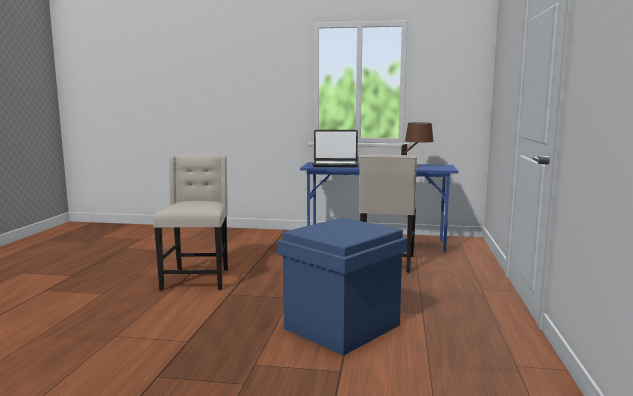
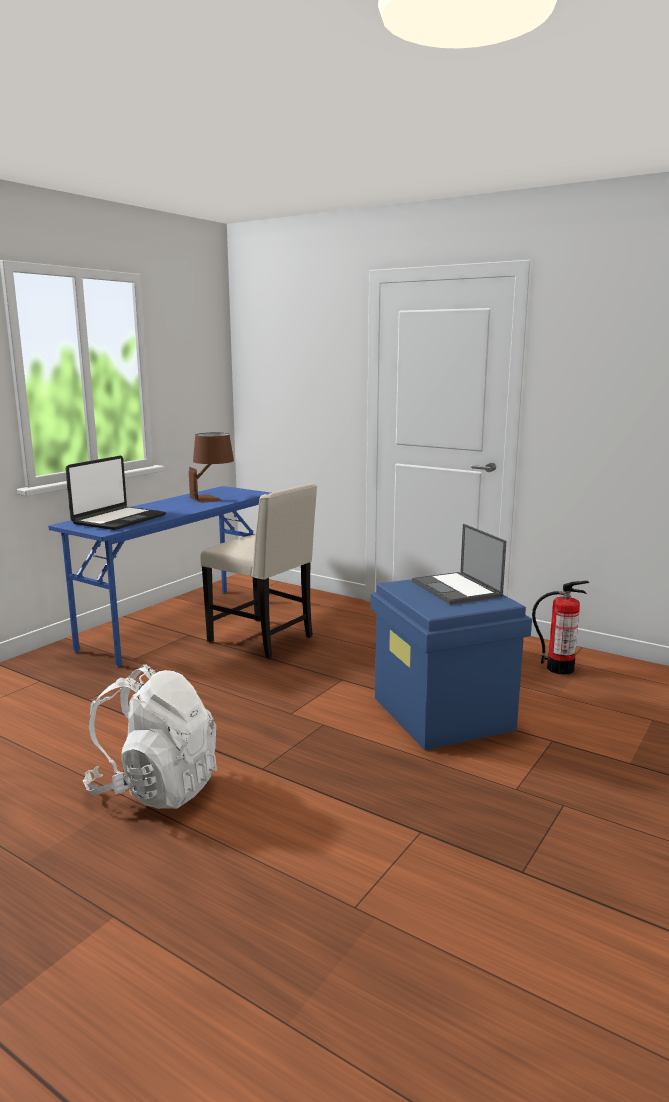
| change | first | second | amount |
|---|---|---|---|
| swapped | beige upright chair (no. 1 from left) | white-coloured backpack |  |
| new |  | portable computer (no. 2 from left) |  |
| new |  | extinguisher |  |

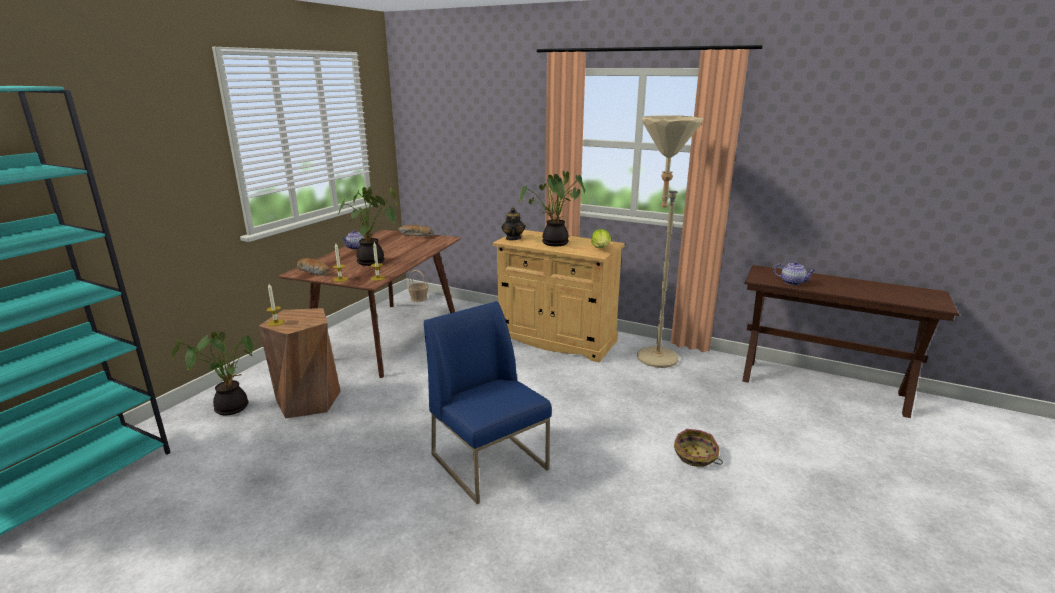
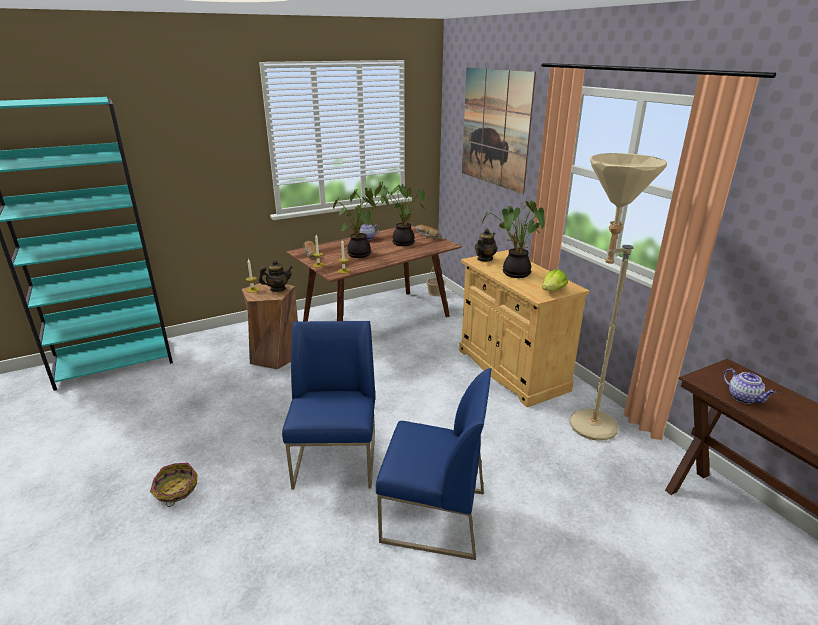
| change | first | second | amount |
|---|---|---|---|
| shifted | household basket (no. 2 from left in the first image) | household basket (no. 1 from left) |  |
| new |  | pot for tea (no. 1 from left) |  |
| shifted | plant in a pot (no. 1 from left in the first image) | plant in a pot (no. 2 from left) |  |
| new |  | blue-coloured upright chair (no. 2 from left) |  |
| new |  | wall art |  |

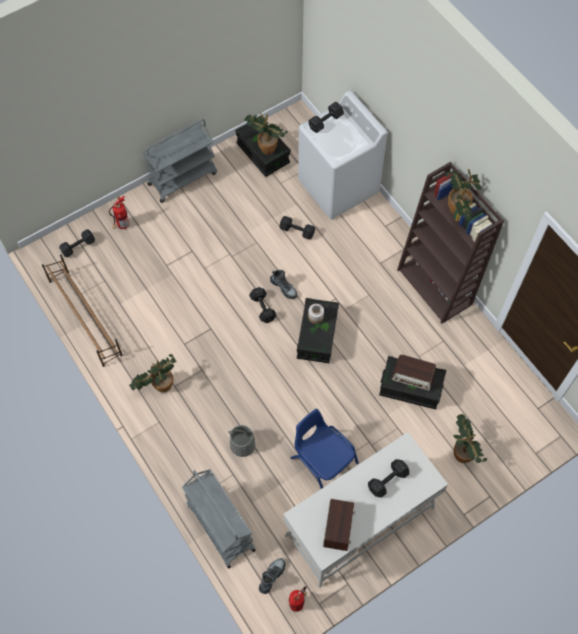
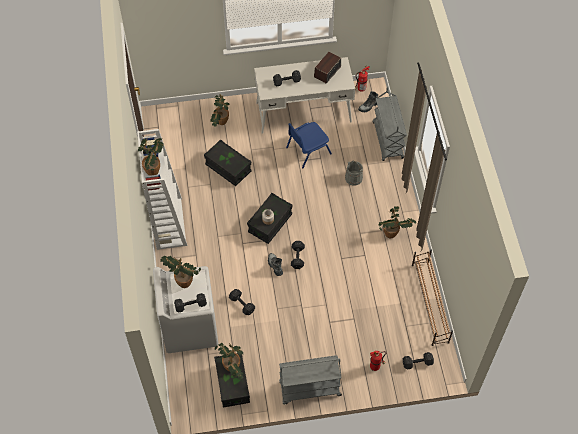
| change | first | second | amount |
|---|---|---|---|
| repainted | brown bookshelf | white-coloured bookshelf |  |
| new |  | plant in a pot (no. 2 from left) |  |
| rotated | blue-coloured upright chair |  | 75 degrees clockwise |
| gone | radio receiver (no. 2 from left) |  |  |

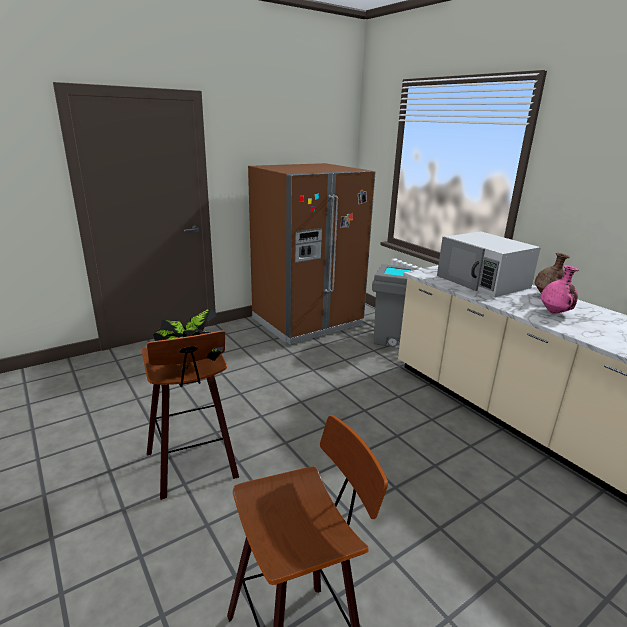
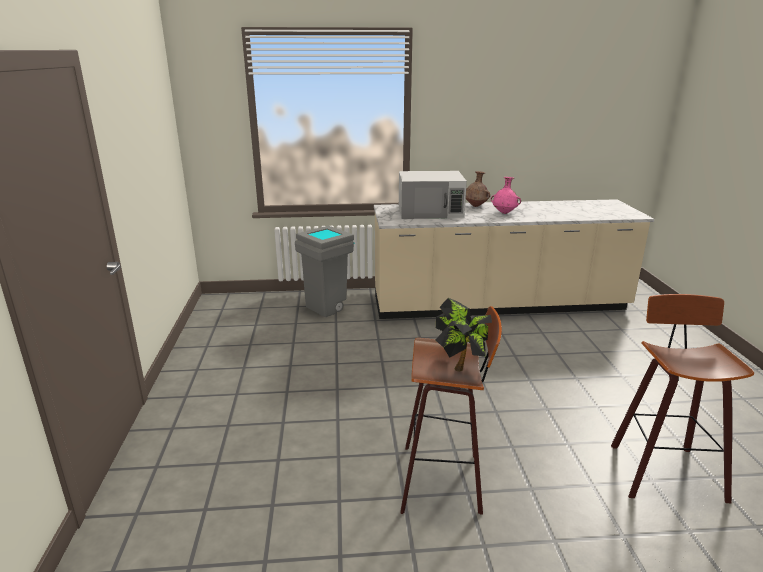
| change | first | second | amount |
|---|---|---|---|
| gone | brown kitchen fridge |  |  |

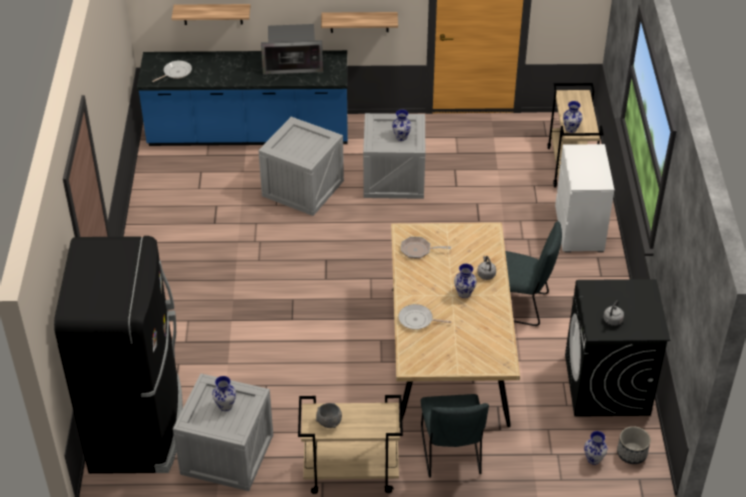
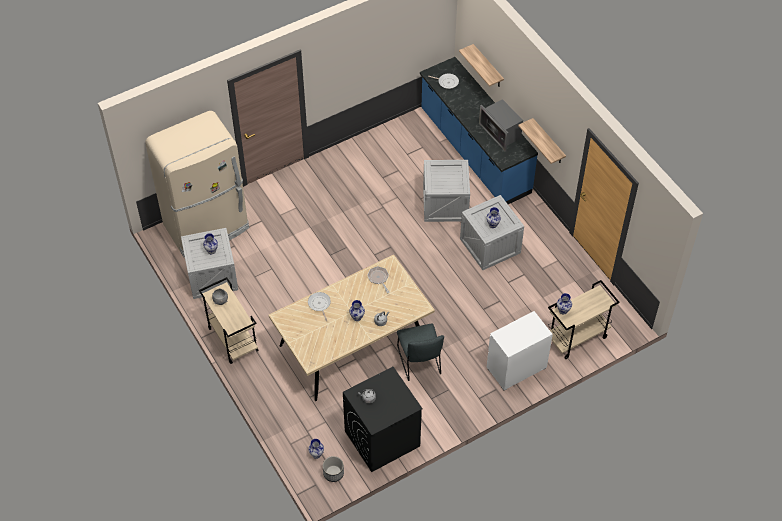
| change | first | second | amount |
|---|---|---|---|
| repainted | black-coloured kitchen fridge | beige kitchen fridge |  |
| gone | greyish upright chair (no. 1 from left) |  |  |

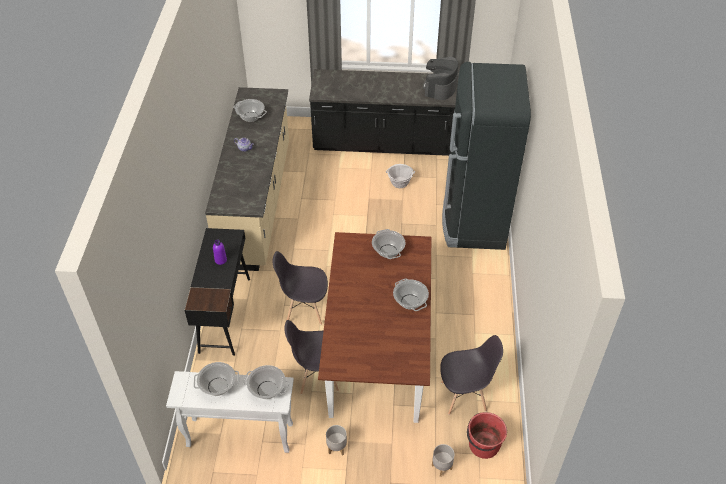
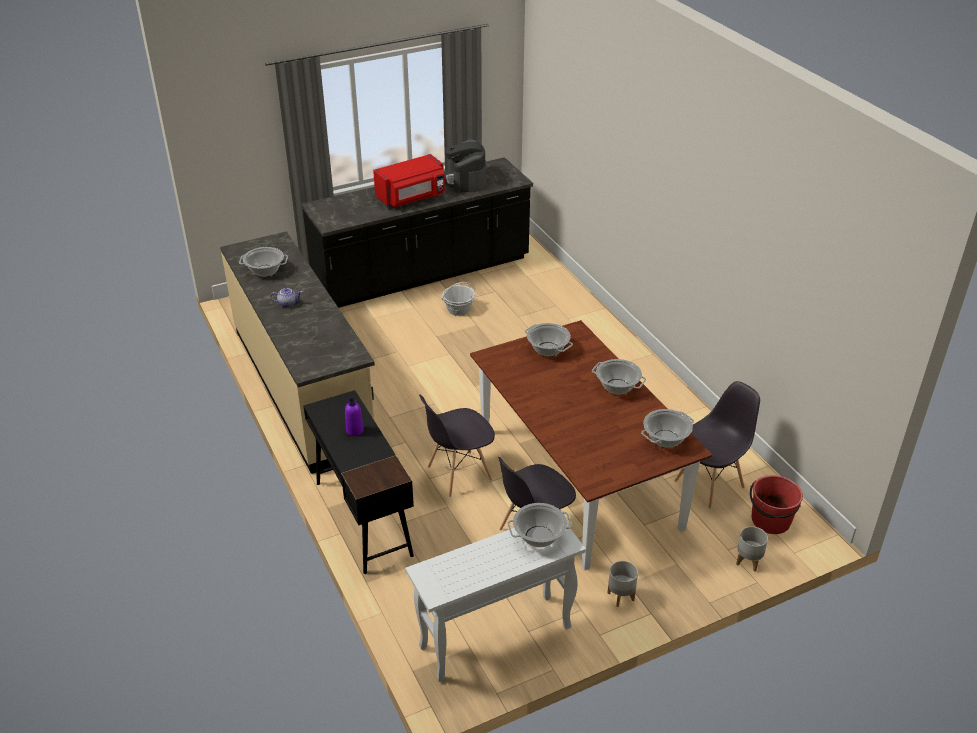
| change | first | second | amount |
|---|---|---|---|
| new |  | red microwave oven |  |
| shifted | cooking pot (no. 1 from left in the first image) | cooking pot (no. 5 from left) |  |
| gone | black-coloured kitchen fridge |  |  |

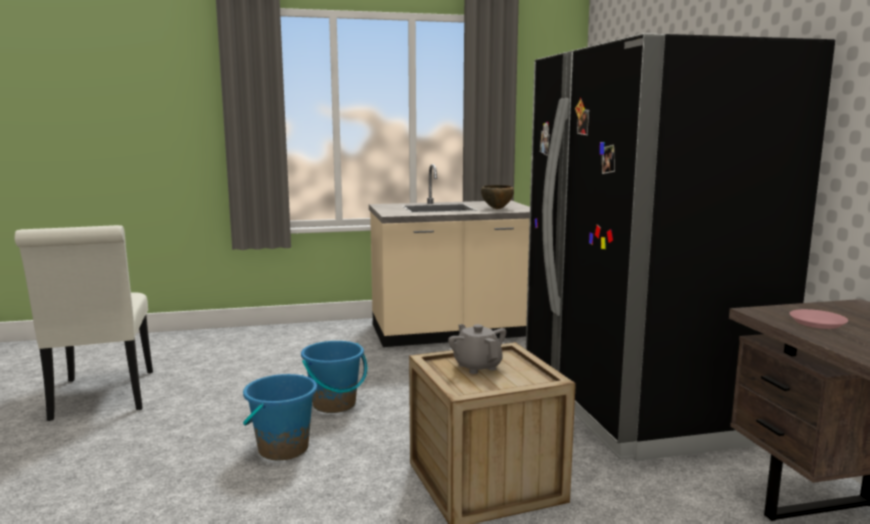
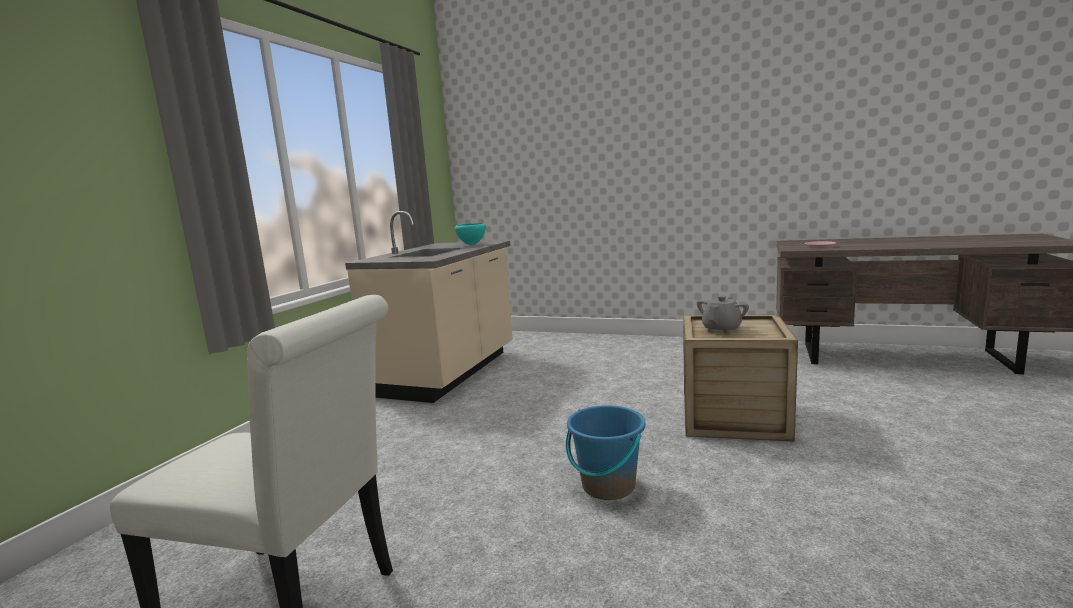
| change | first | second | amount |
|---|---|---|---|
| repainted | brown deep dish | blue-green deep dish |  |
| rotated | greyish pot for tea |  | 120 degrees clockwise |
| gone | blue-coloured water bucket (no. 2 from left) |  |  |
| gone | black-coloured kitchen fridge |  |  |

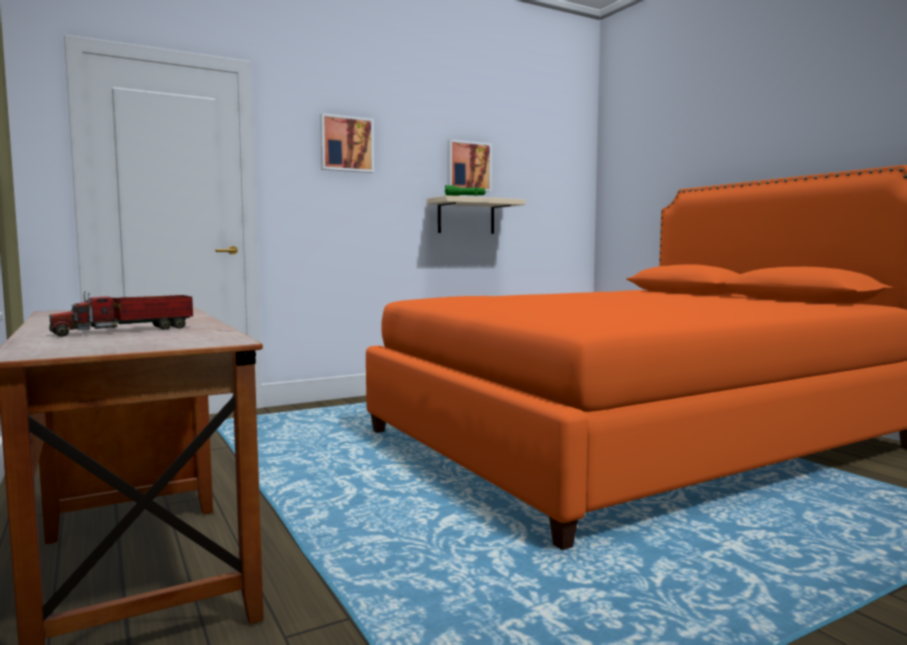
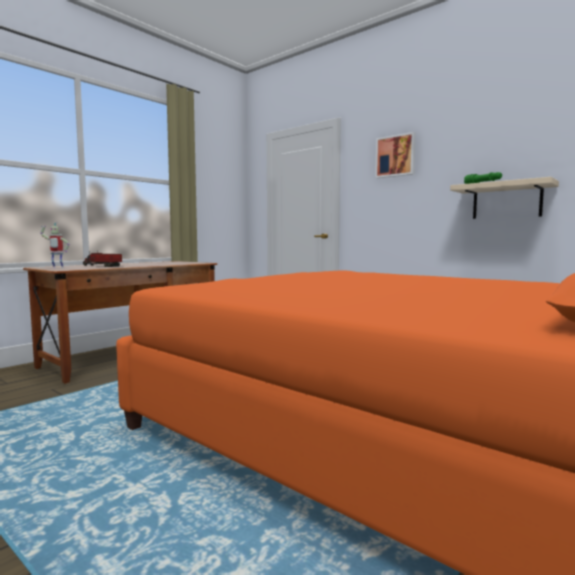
| change | first | second | amount |
|---|---|---|---|
| new |  | robot figure |  |
| gone | wall art (no. 2 from left) |  |  |

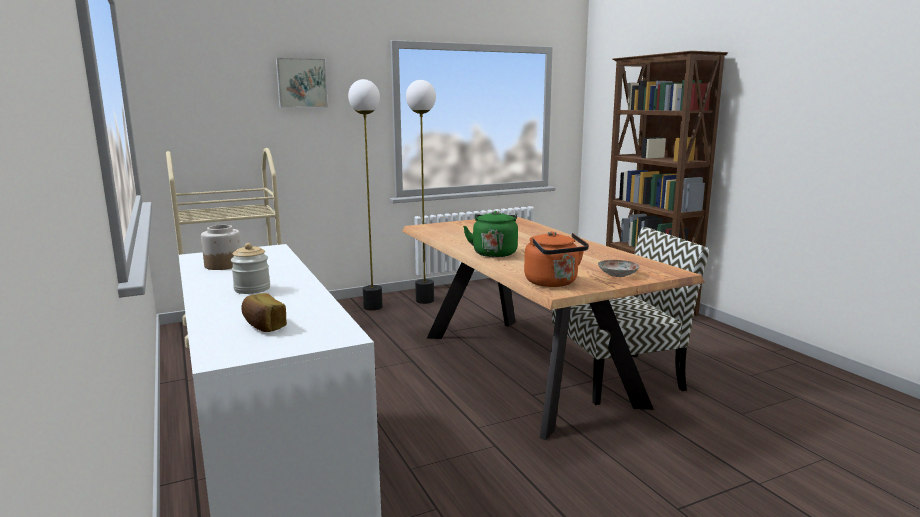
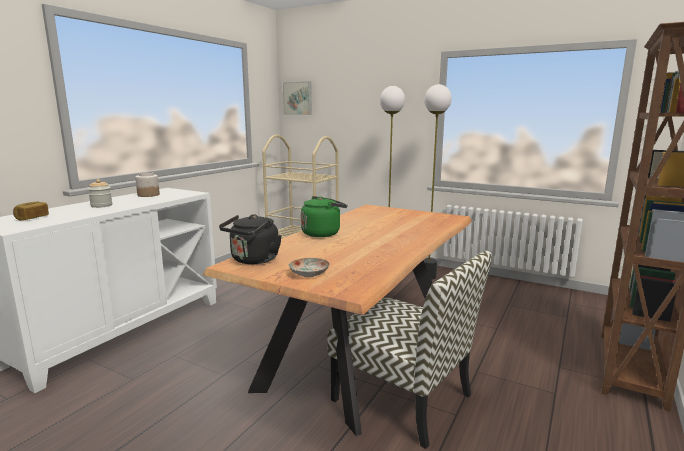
| change | first | second | amount |
|---|---|---|---|
| repainted | orange-coloured tea kettle | black-coloured tea kettle |  |
| shifted | wall art |  |  |

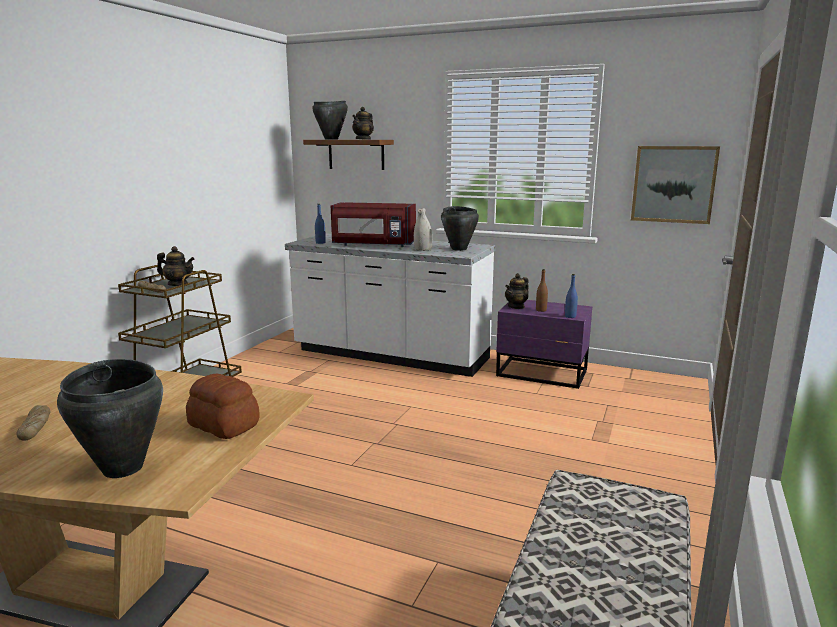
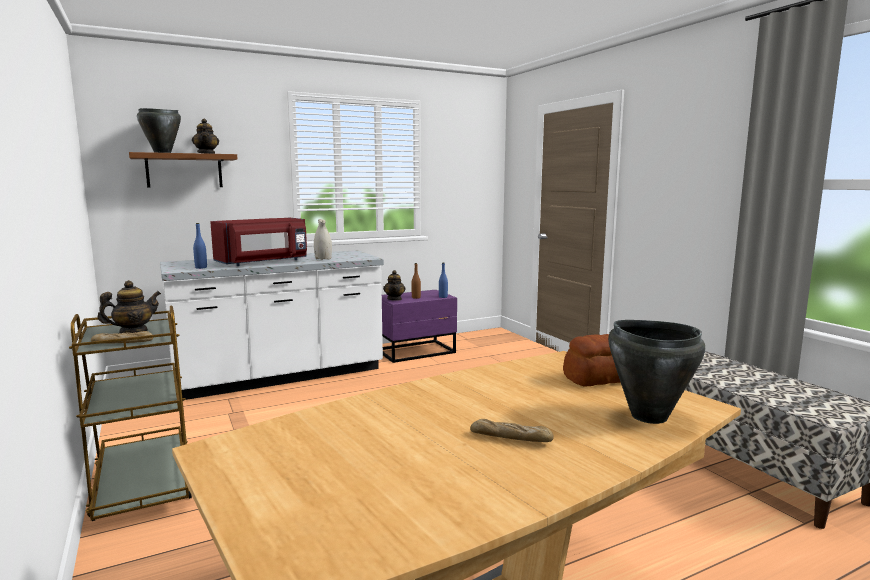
| change | first | second | amount |
|---|---|---|---|
| gone | black-coloured cooking pot (no. 3 from left) |  |  |
| gone | wall art |  |  |

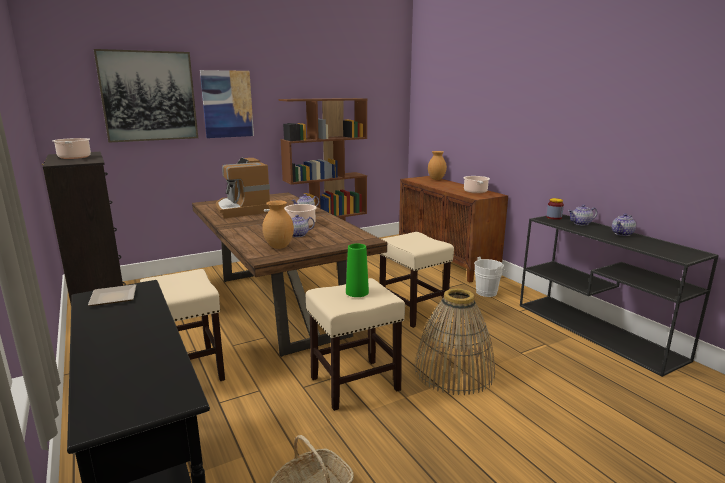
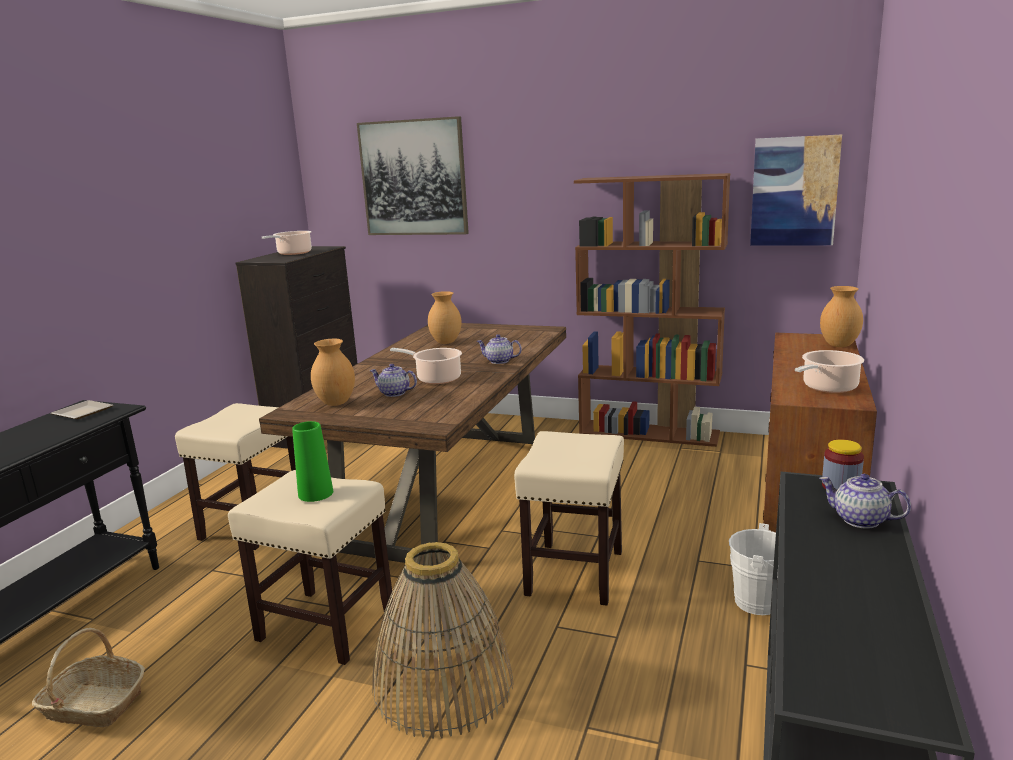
| change | first | second | amount |
|---|---|---|---|
| swapped | coffee maker | brown flower vase (no. 2 from left) |  |
| shifted | wall art (no. 2 from left) |  |  |
| gone | pot for tea (no. 4 from left) |  |  |

